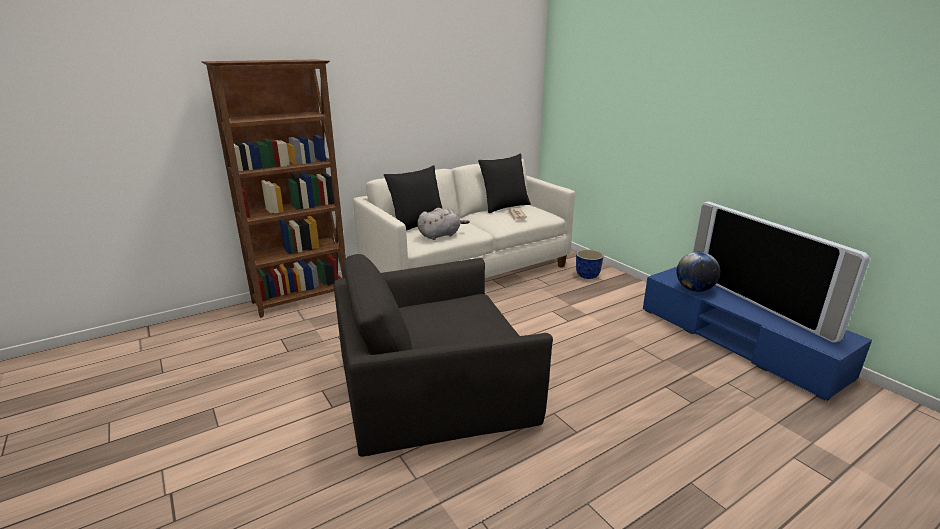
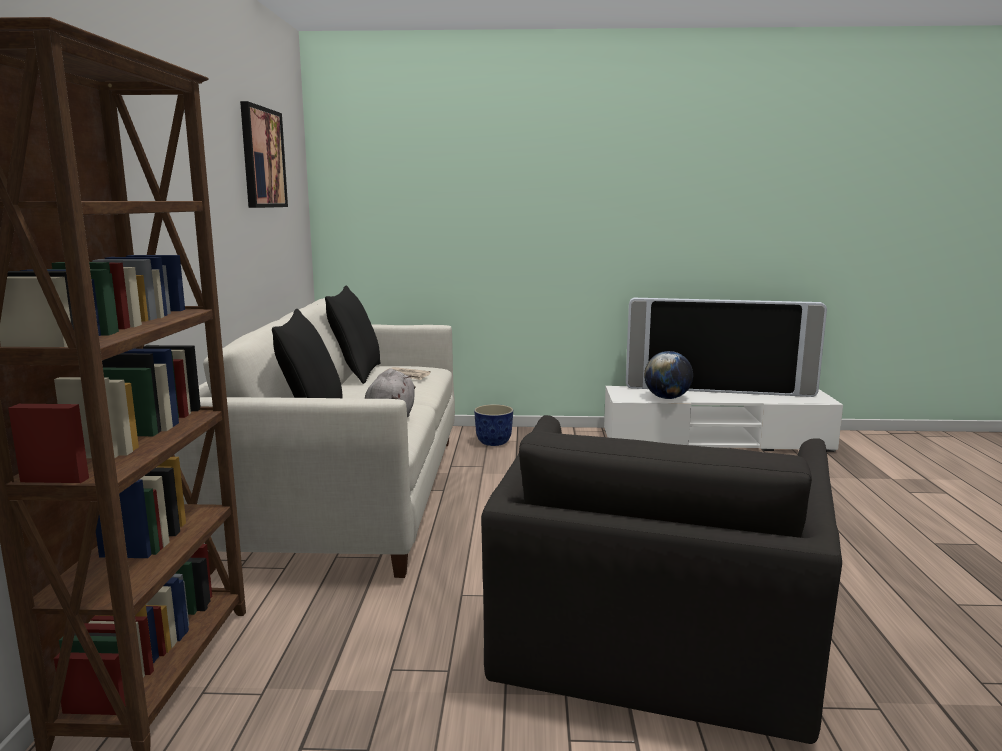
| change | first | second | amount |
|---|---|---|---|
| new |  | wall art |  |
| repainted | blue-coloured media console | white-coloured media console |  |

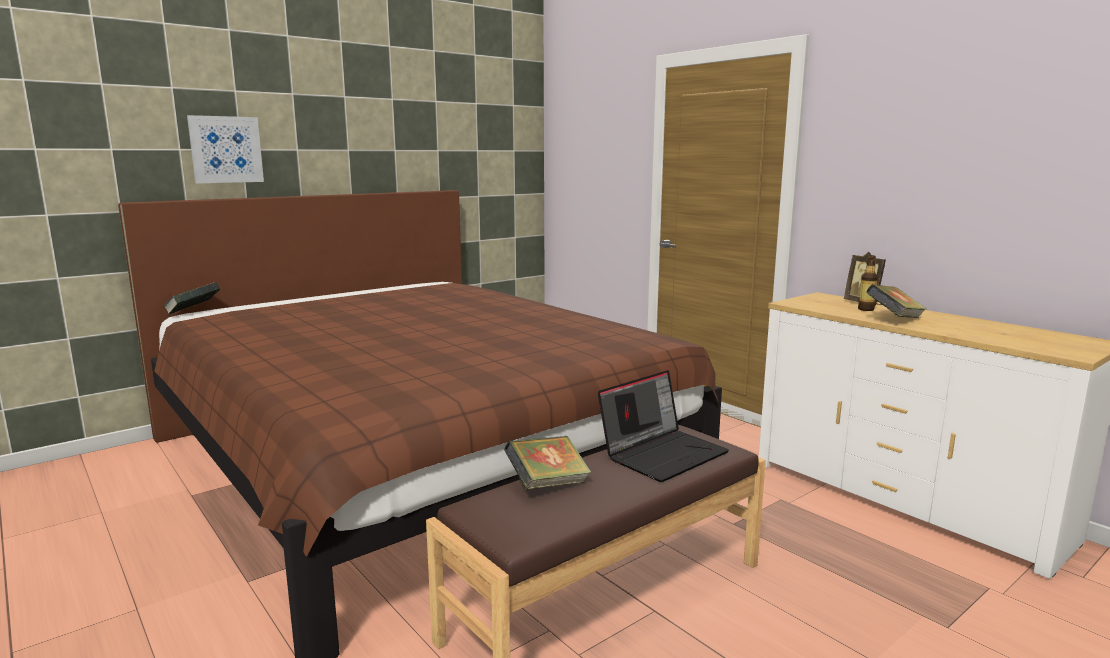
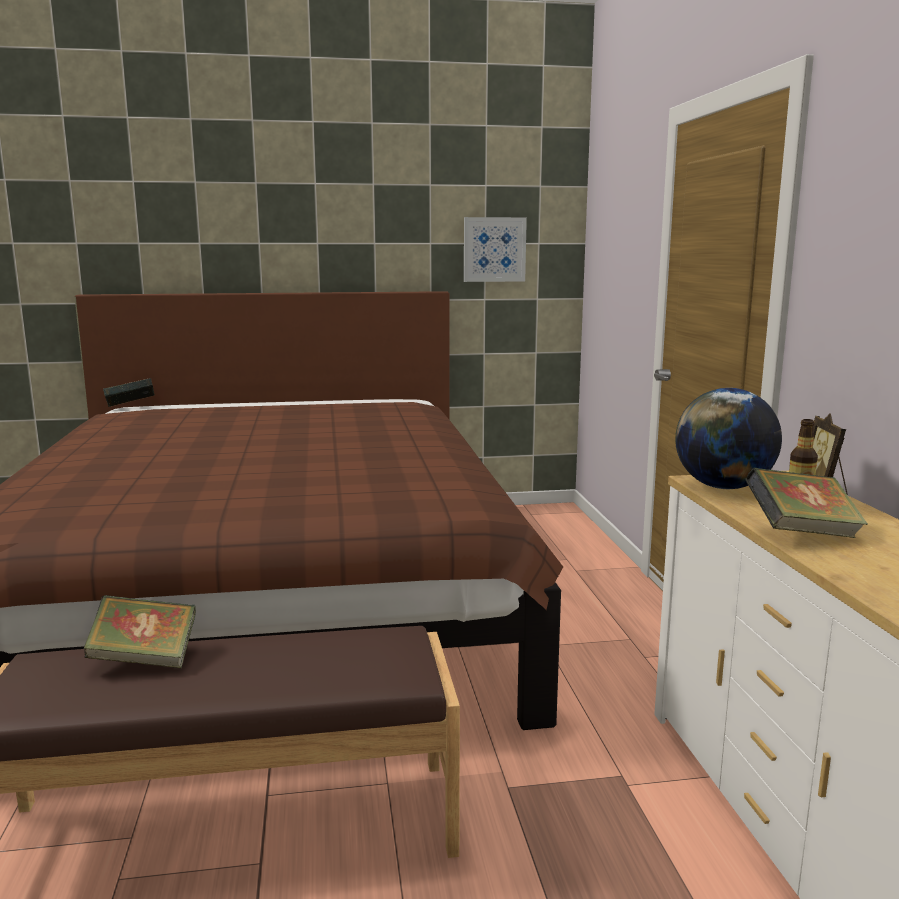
| change | first | second | amount |
|---|---|---|---|
| shifted | wall art |  |  |
| new |  | globe |  |
| gone | portable computer |  |  |

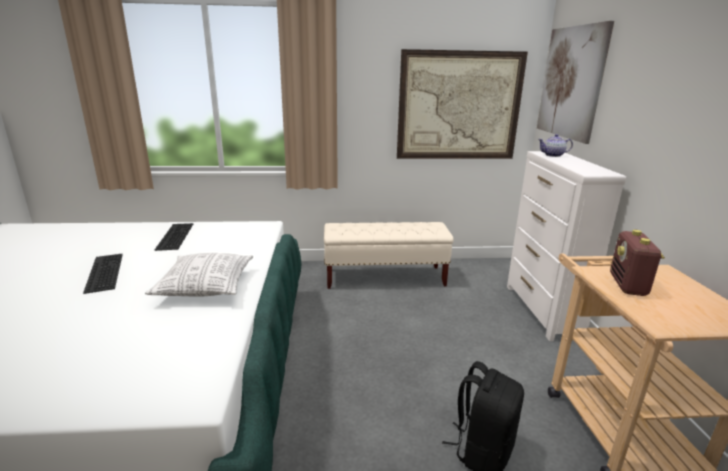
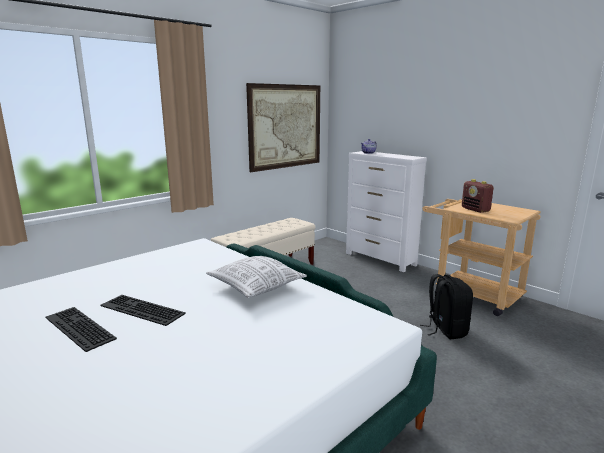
| change | first | second | amount |
|---|---|---|---|
| shifted | PC keyboard (no. 2 from left in the first image) | PC keyboard (no. 1 from left) |  |
| gone | wall art (no. 2 from left) |  |  |

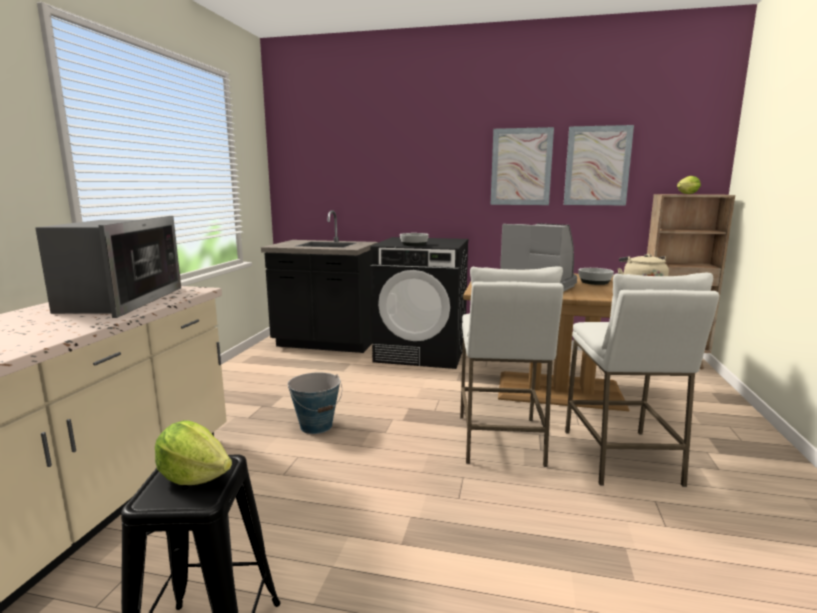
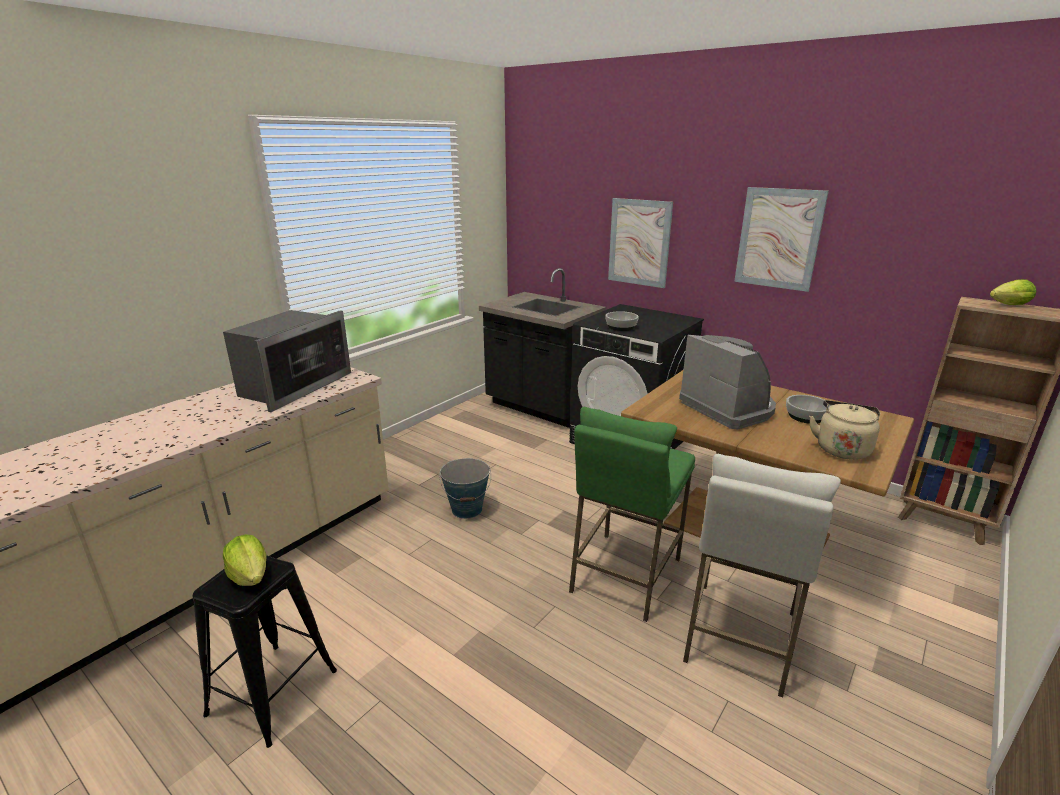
| change | first | second | amount |
|---|---|---|---|
| repainted | white-coloured sitting stool (no. 1 from left) | greenish sitting stool |  |
| shifted | wall art (no. 2 from left in the first image) | wall art (no. 1 from left) |  |

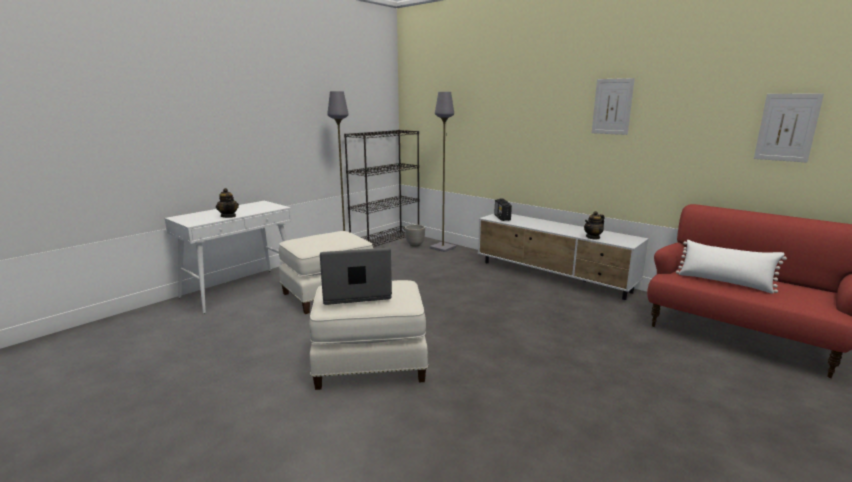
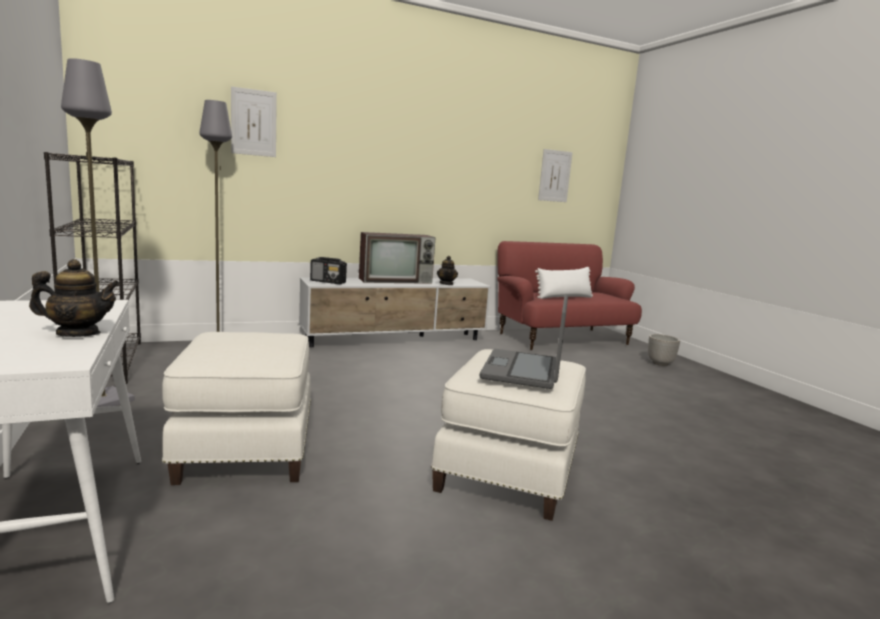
| change | first | second | amount |
|---|---|---|---|
| shifted | wall art (no. 1 from left) |  |  |
| new |  | TV set |  |
| shifted | planter |  |  |

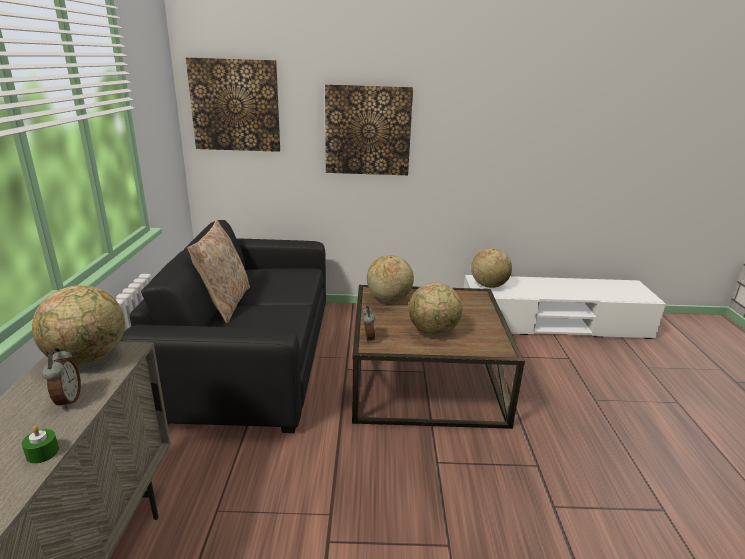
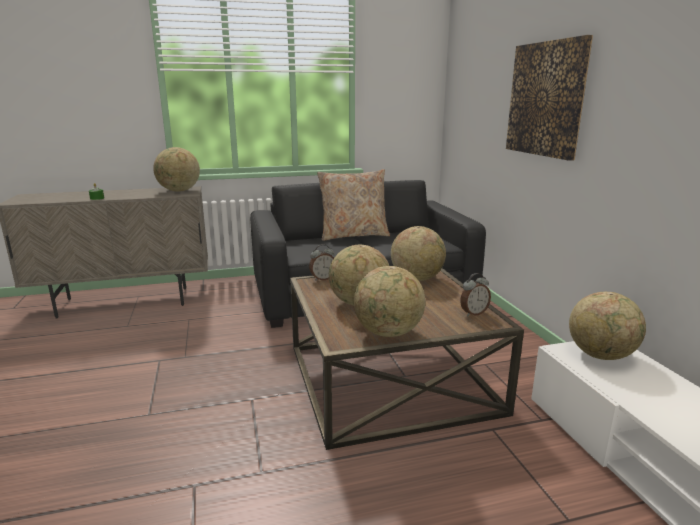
| change | first | second | amount |
|---|---|---|---|
| new |  | globe (no. 3 from left) |  |
| shifted | alarm clock (no. 1 from left in the first image) | alarm clock (no. 2 from left) |  |
| gone | wall art (no. 1 from left) |  |  |

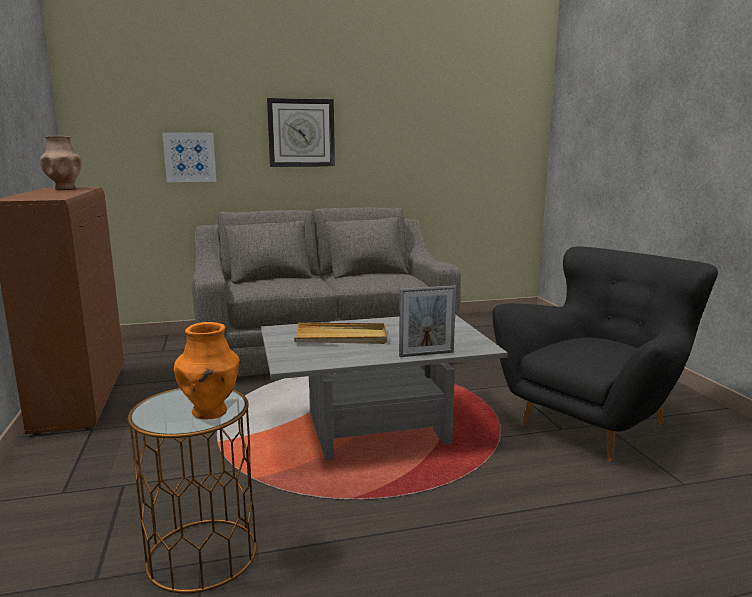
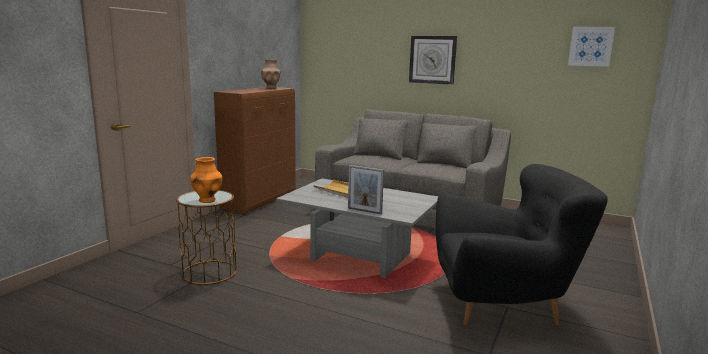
| change | first | second | amount |
|---|---|---|---|
| shifted | wall art |  |  |

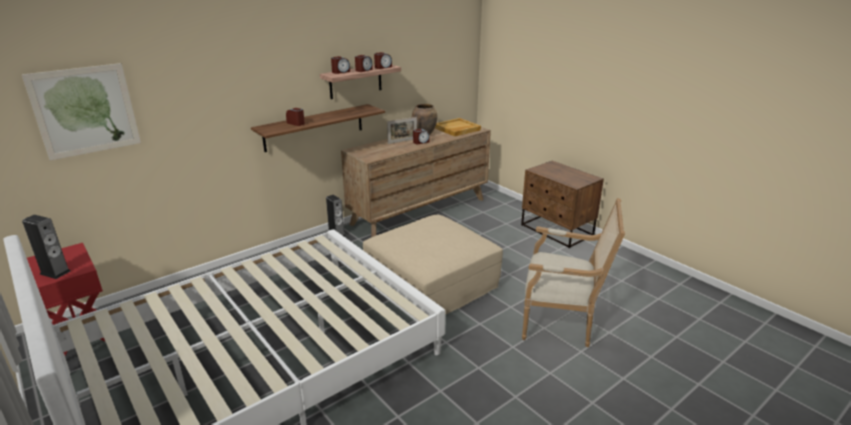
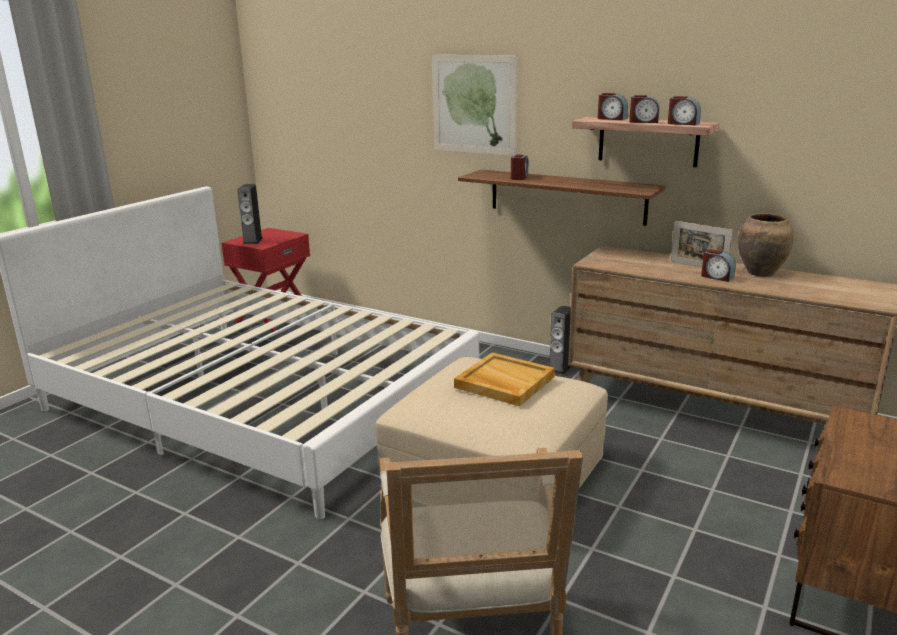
| change | first | second | amount |
|---|---|---|---|
| shifted | wall art |  |  |
| shifted | beige serving tray |  |  |

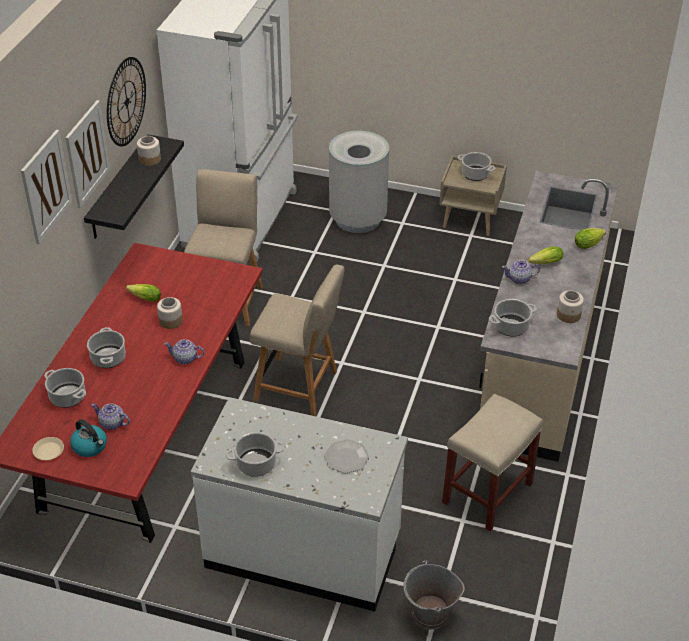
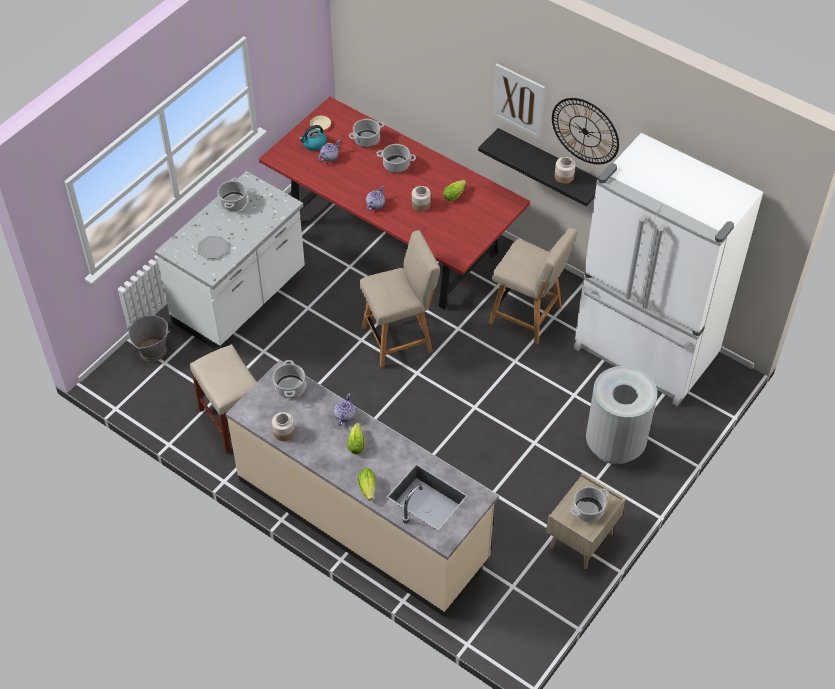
| change | first | second | amount |
|---|---|---|---|
| rotated | beige upright chair (no. 2 from left in the first image) | beige upright chair (no. 1 from left) | 150 degrees counterclockwise |
| gone | wall art (no. 1 from left) |  |  |

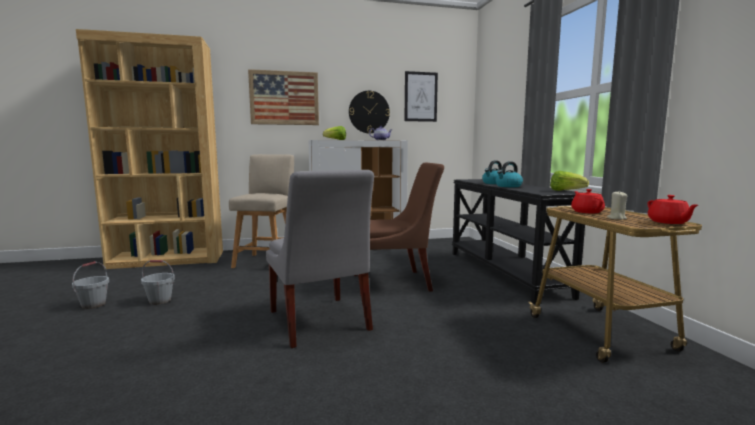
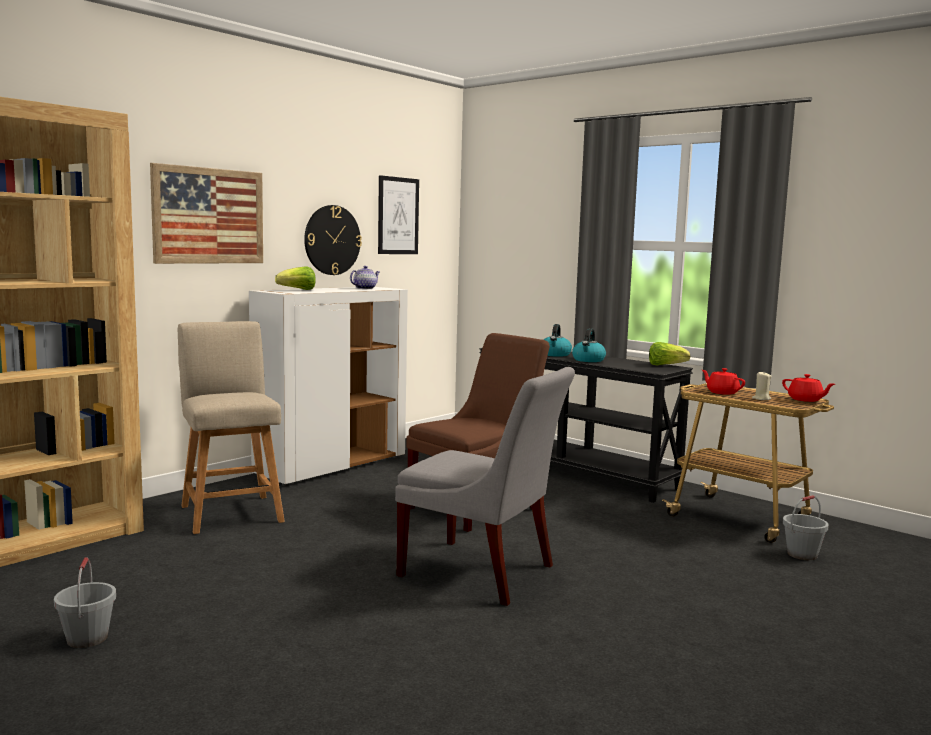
| change | first | second | amount |
|---|---|---|---|
| shifted | greyish water bucket (no. 2 from left) |  |  |

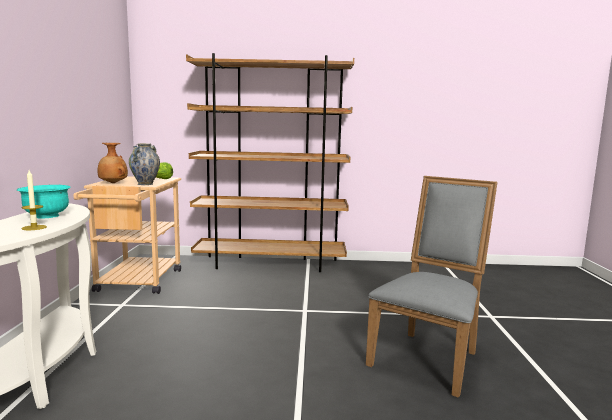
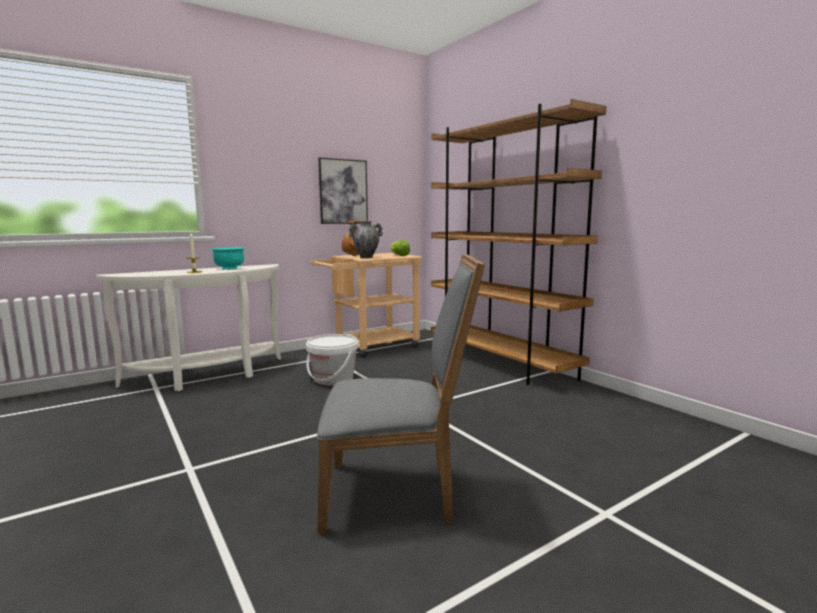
| change | first | second | amount |
|---|---|---|---|
| new |  | white-coloured water bucket |  |
| new |  | wall art |  |

